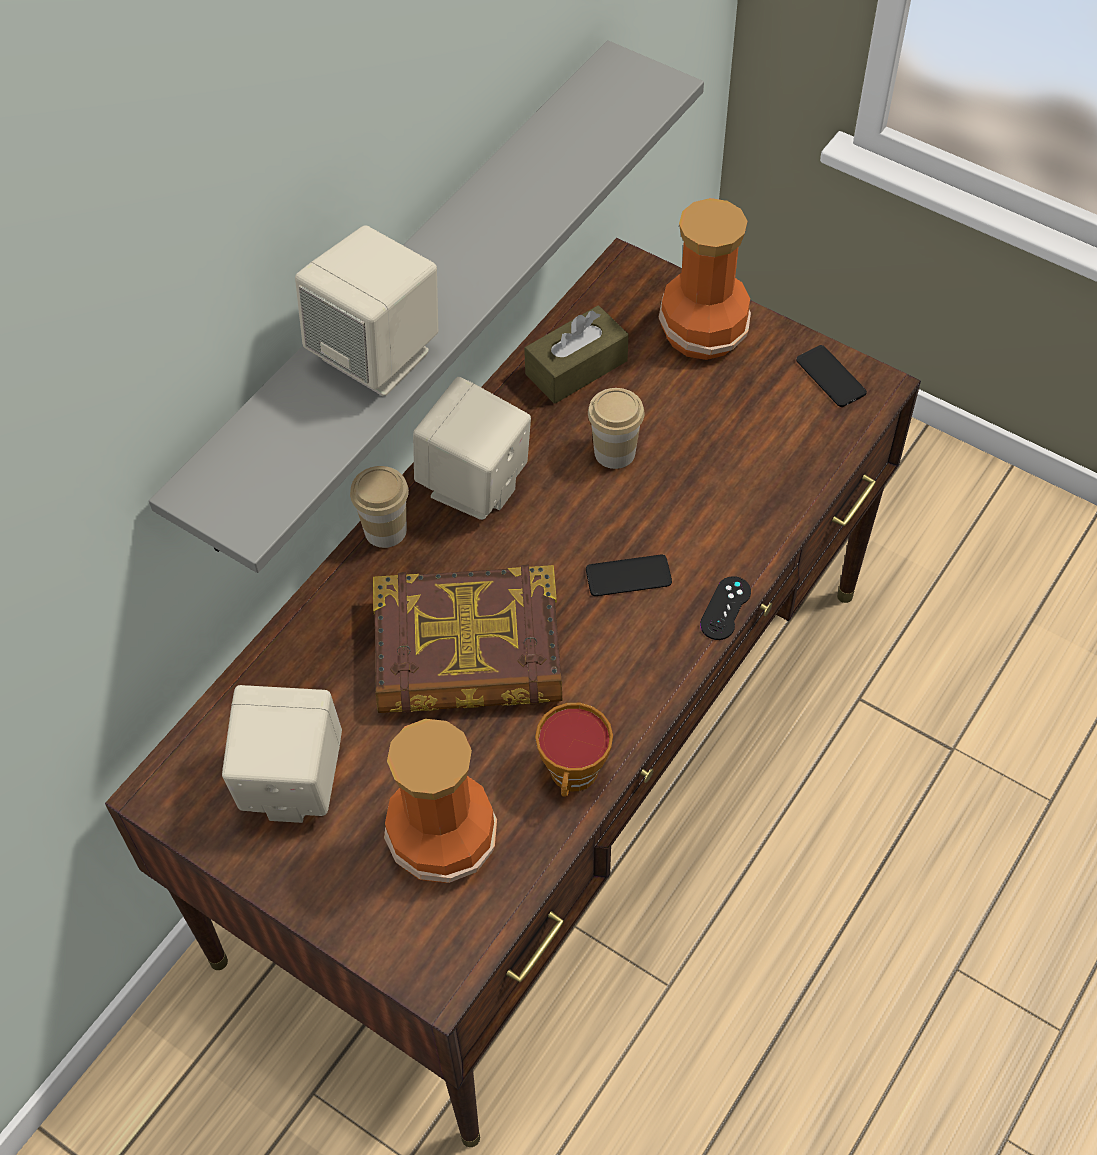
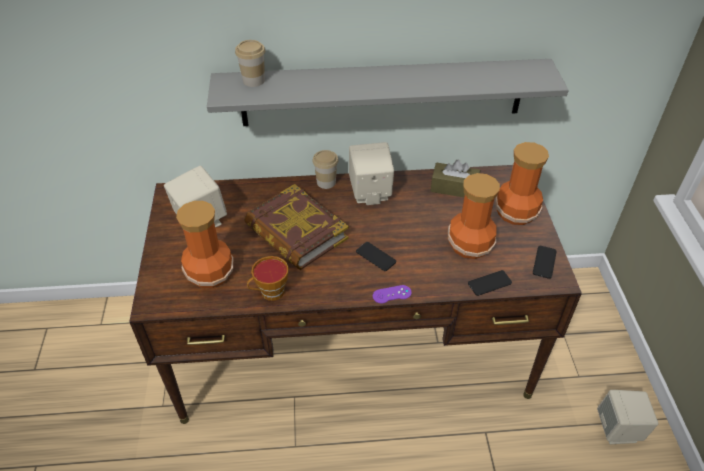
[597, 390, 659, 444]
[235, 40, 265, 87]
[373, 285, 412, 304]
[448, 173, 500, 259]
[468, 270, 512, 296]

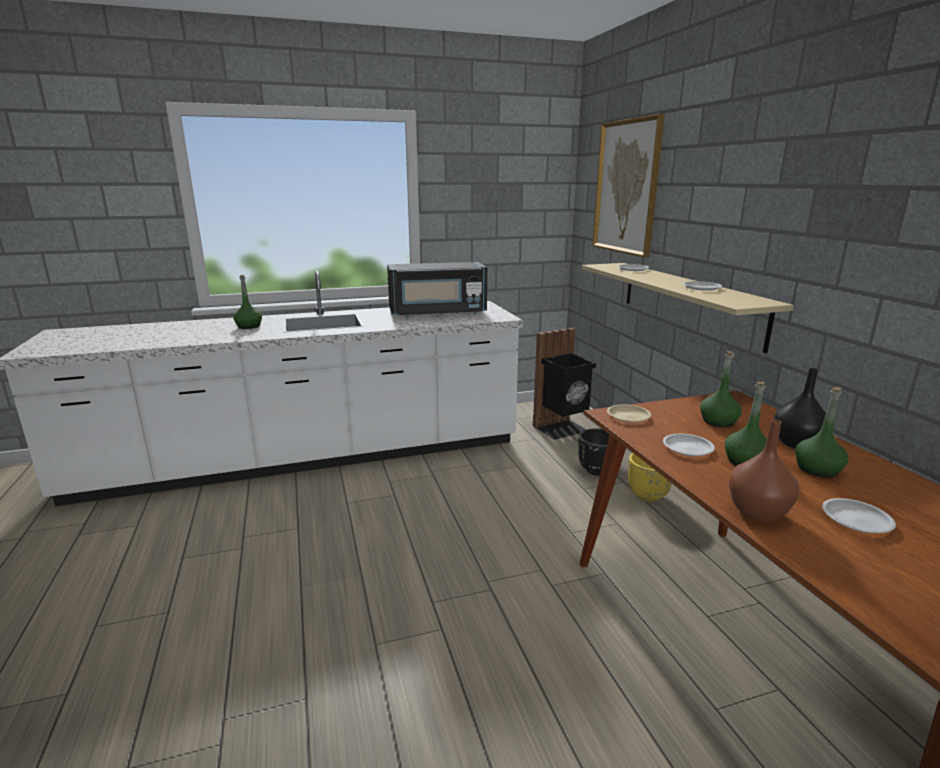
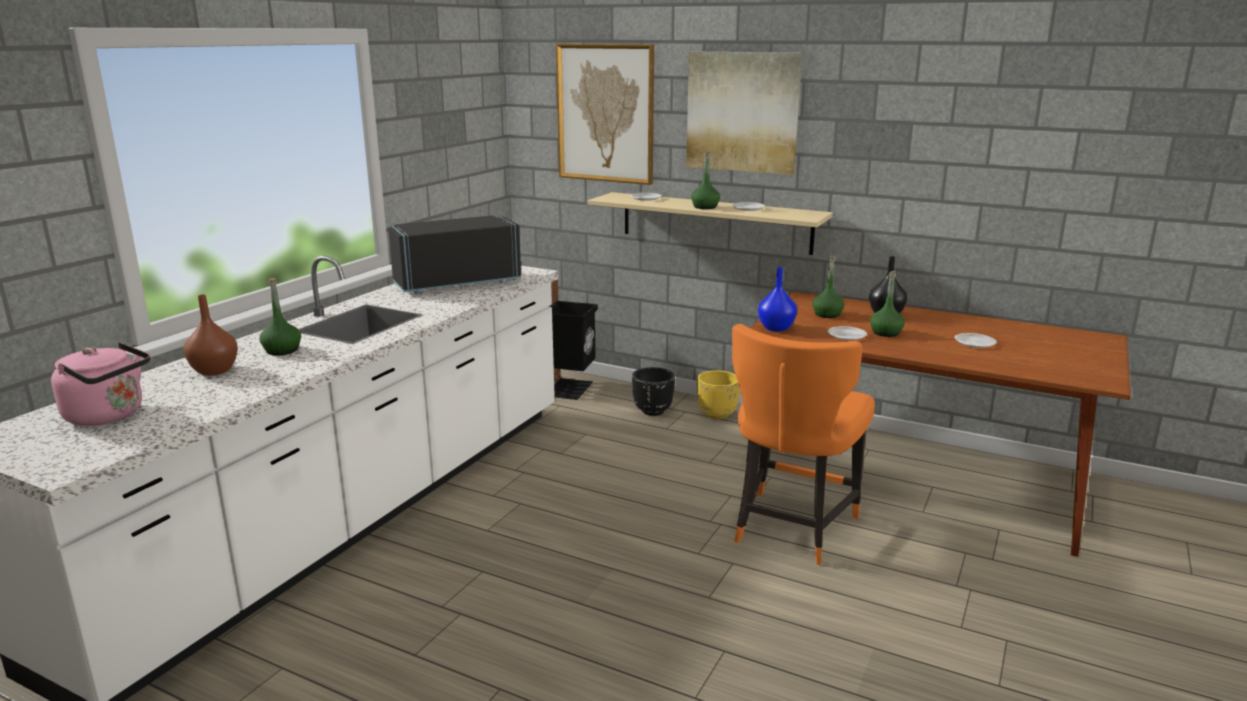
[388, 215, 521, 294]
[758, 267, 797, 332]
[184, 294, 238, 376]
[691, 151, 720, 209]
[51, 342, 150, 426]
[686, 51, 802, 175]
[732, 324, 875, 565]

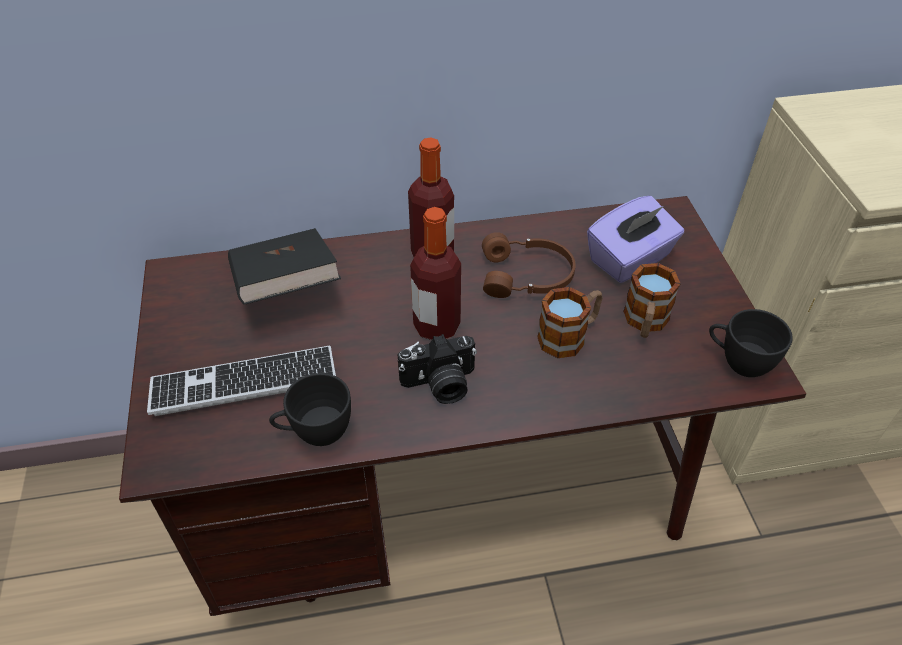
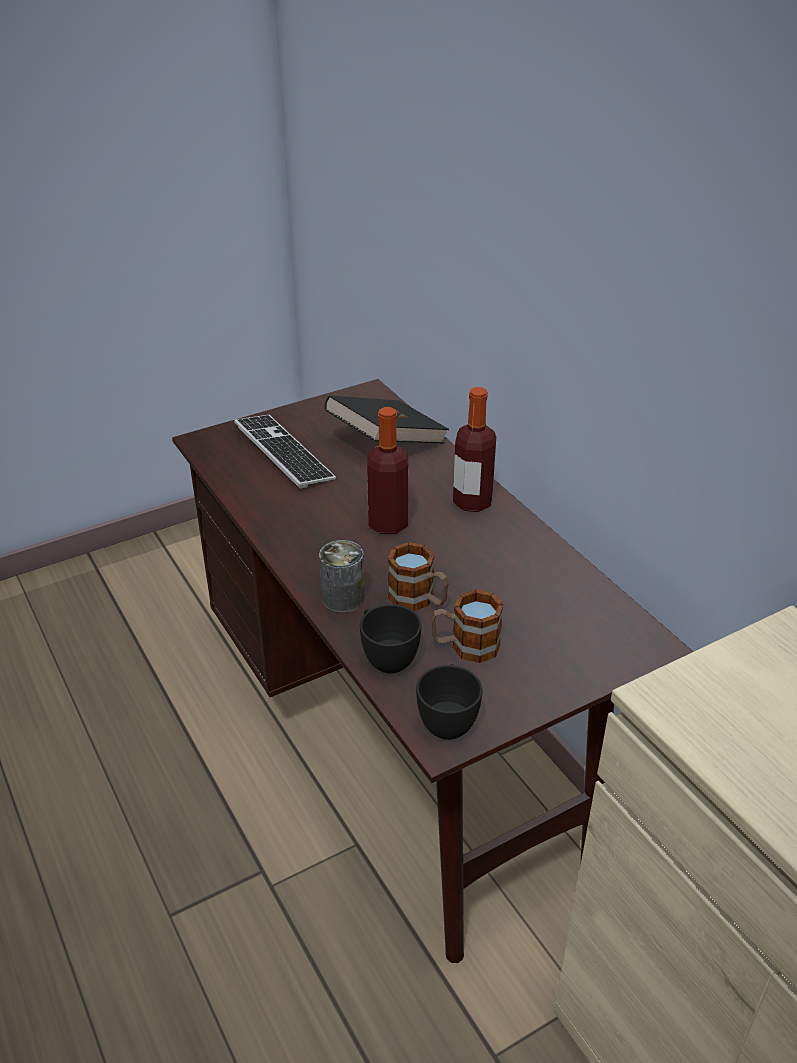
[360, 604, 421, 673]
[398, 334, 477, 404] (first image)
[482, 232, 576, 298] (first image)
[587, 196, 684, 283] (first image)
[319, 540, 365, 613]

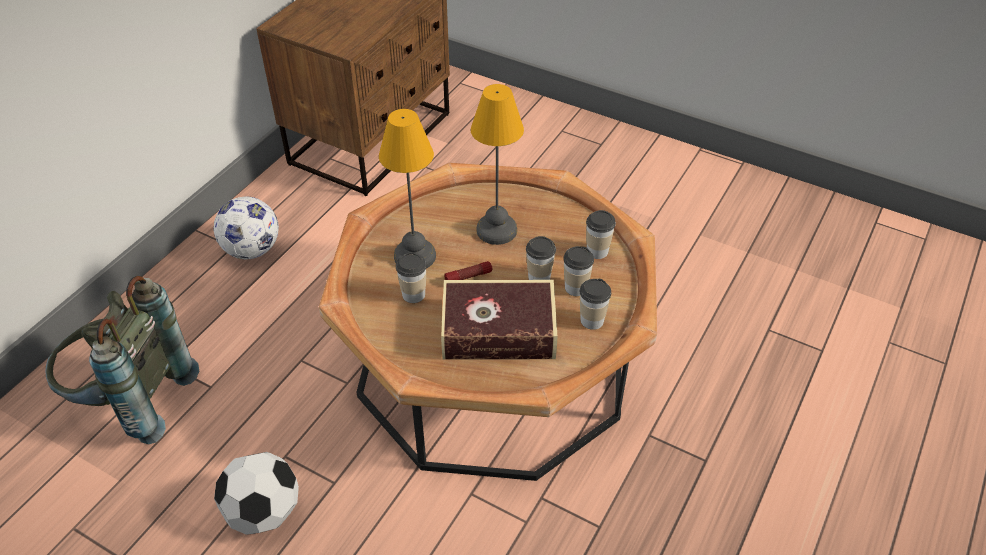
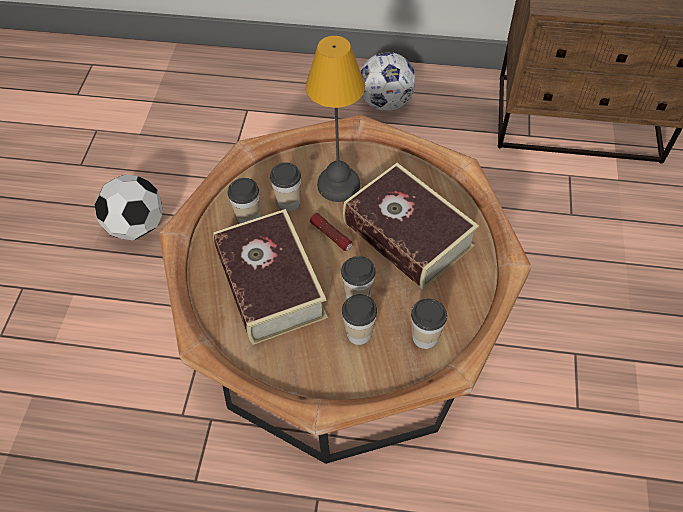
[46, 276, 199, 445] (first image)
[343, 163, 479, 290]
[227, 178, 260, 224]

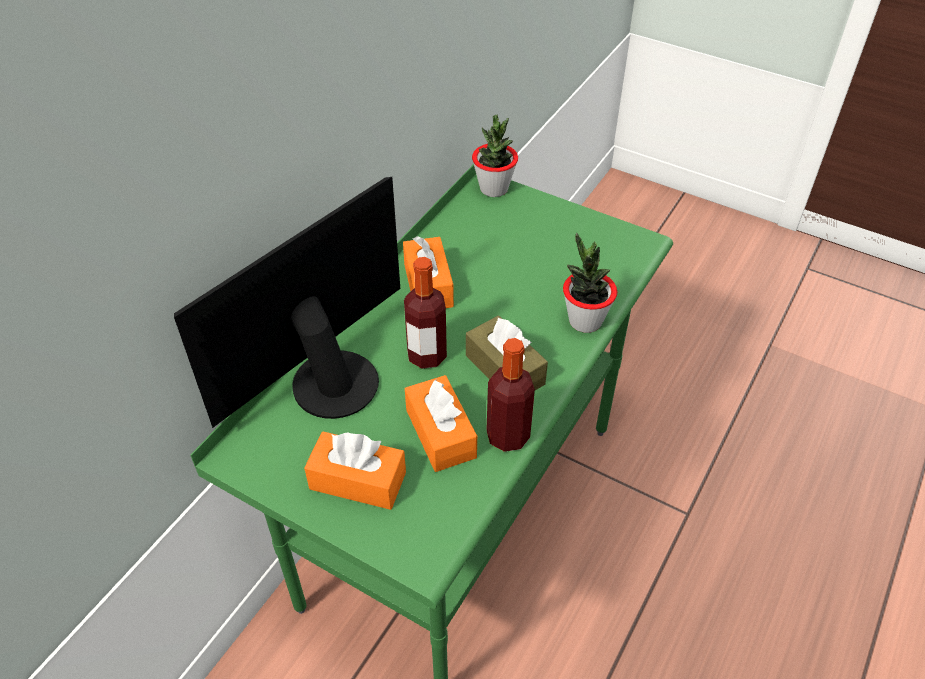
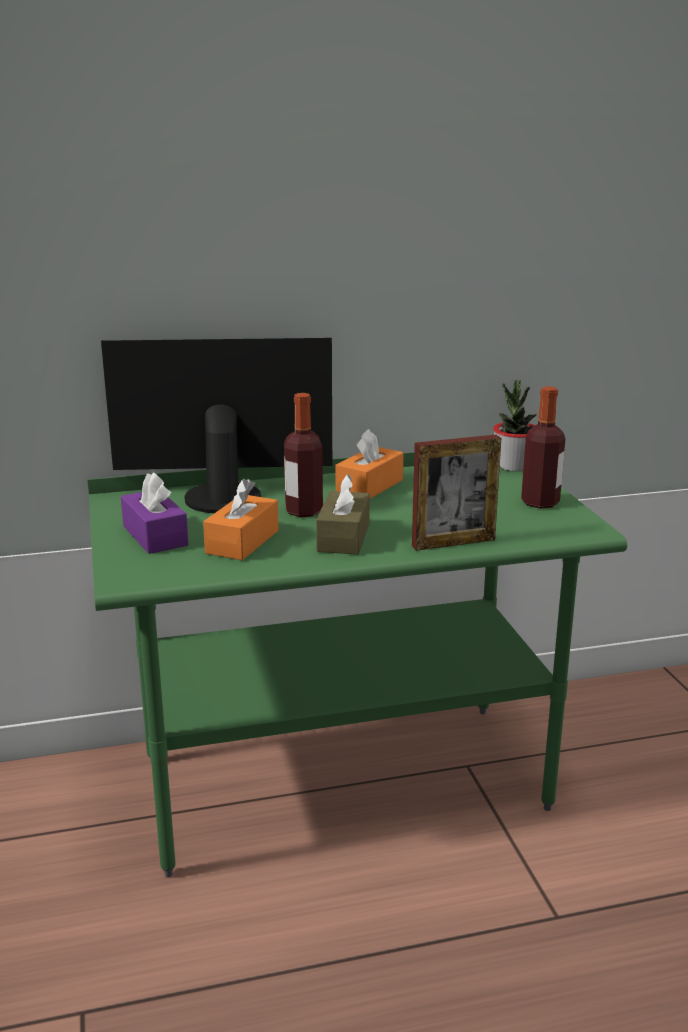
[121, 472, 189, 554]
[521, 386, 565, 508]
[412, 435, 501, 551]

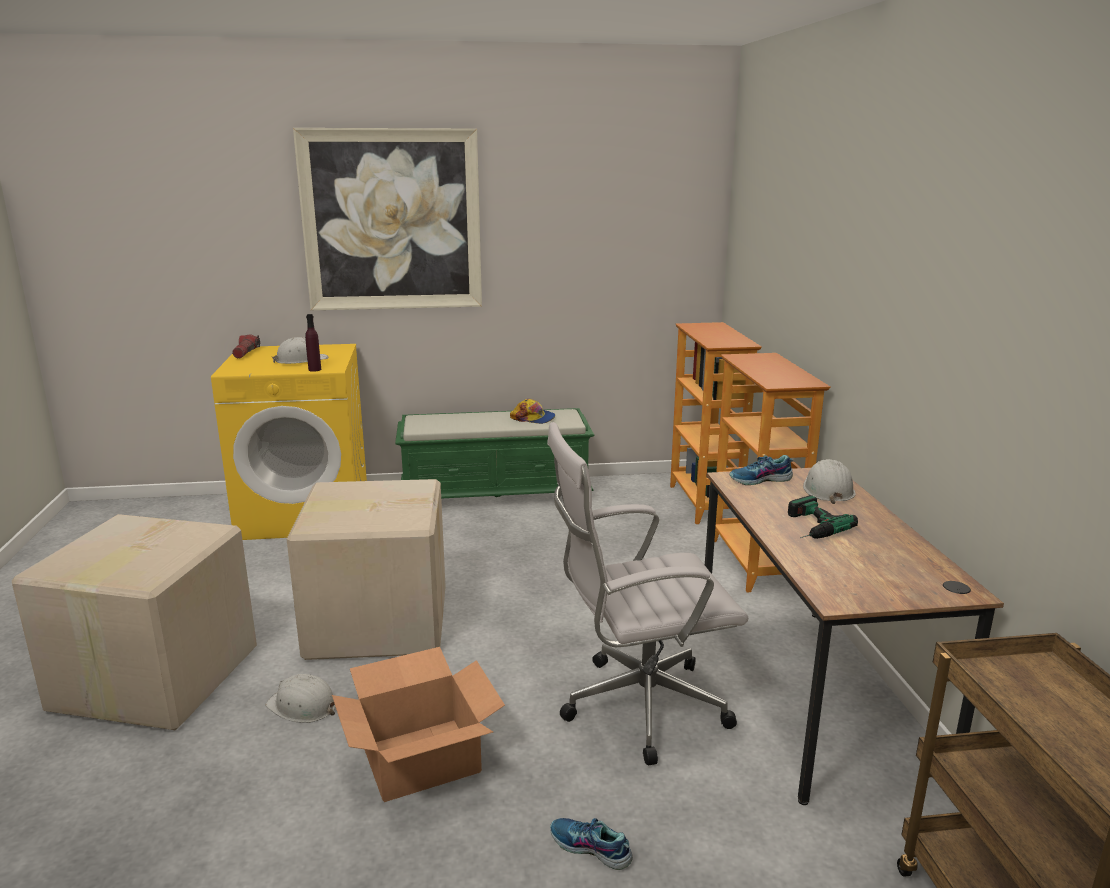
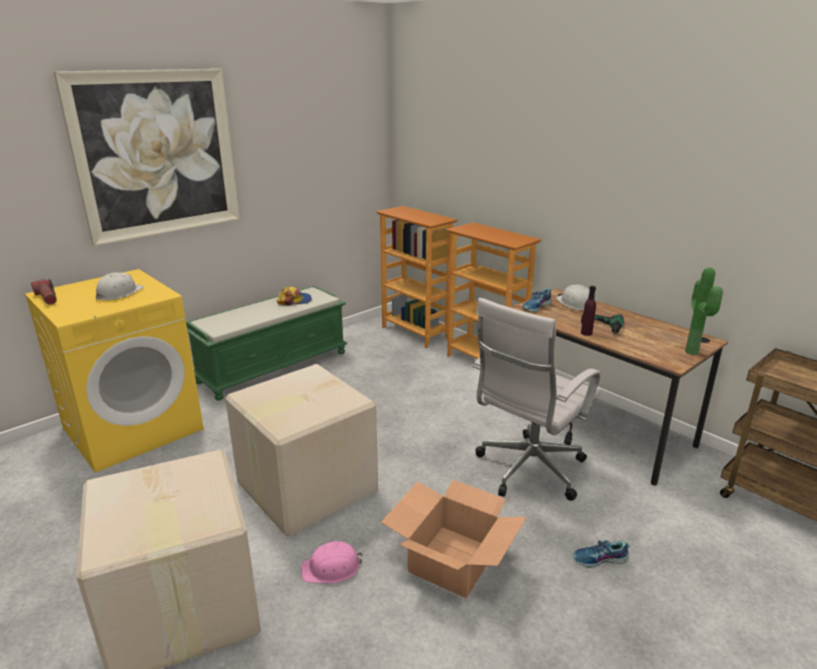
[301, 541, 362, 584]
[581, 286, 596, 336]
[685, 268, 723, 355]

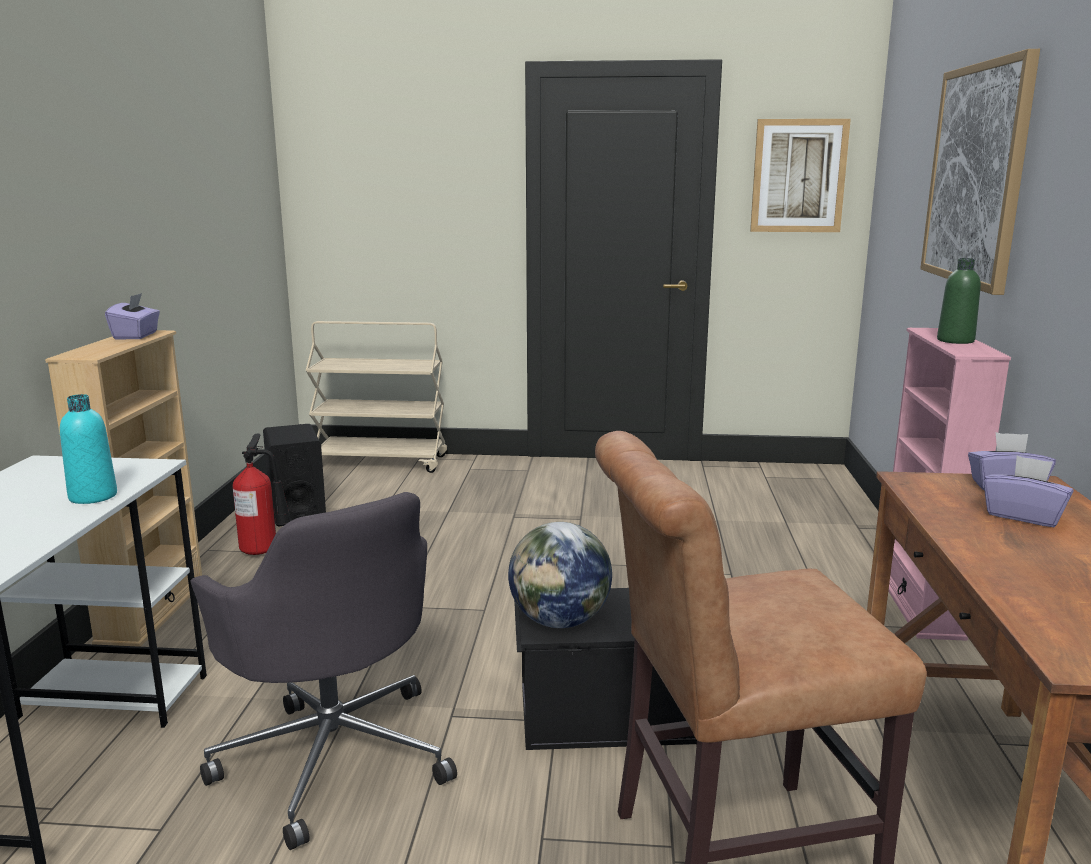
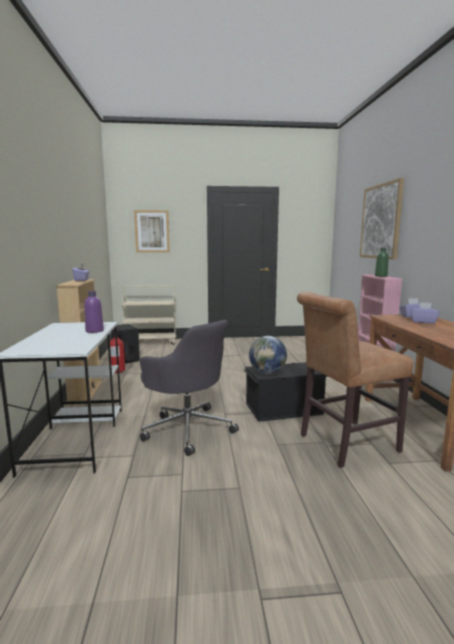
[84, 291, 104, 333]
[134, 210, 170, 252]

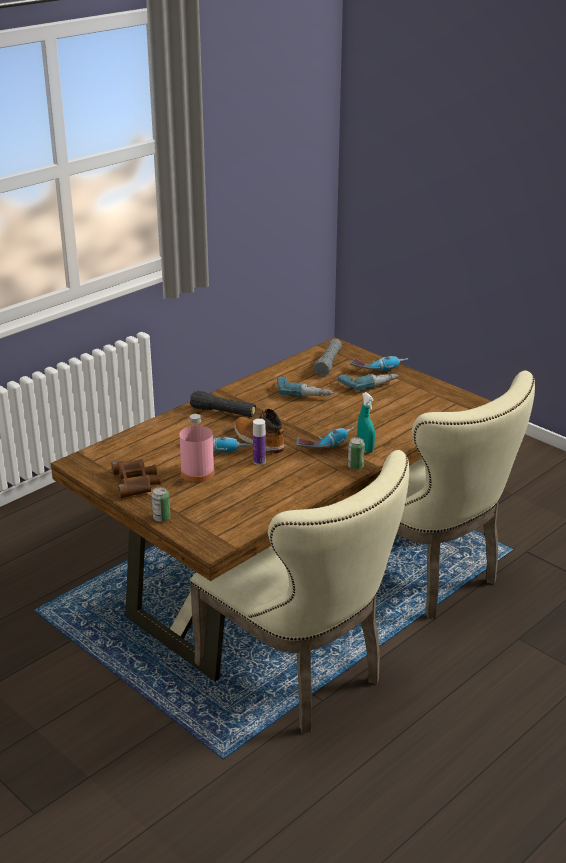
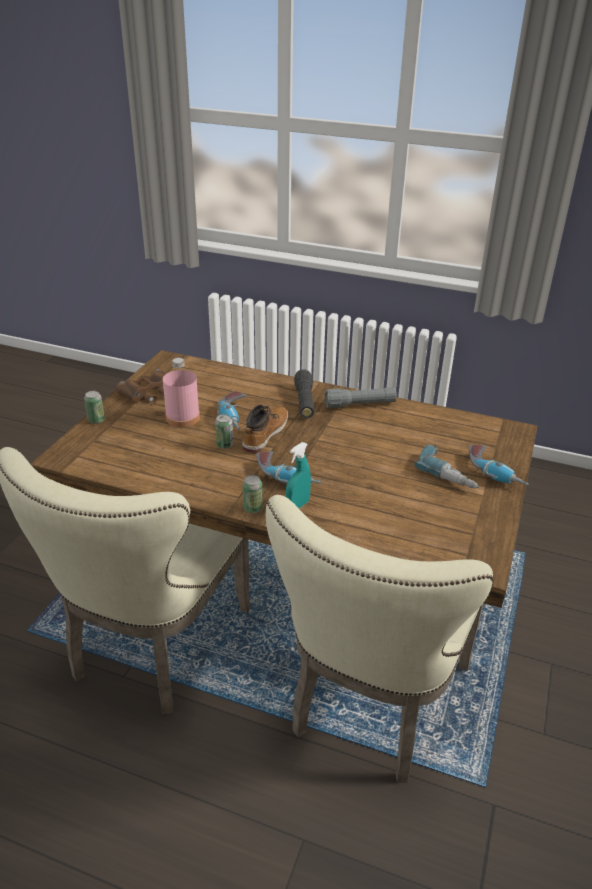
[215, 414, 233, 449]
[277, 376, 333, 397] (first image)
[325, 387, 397, 408]

